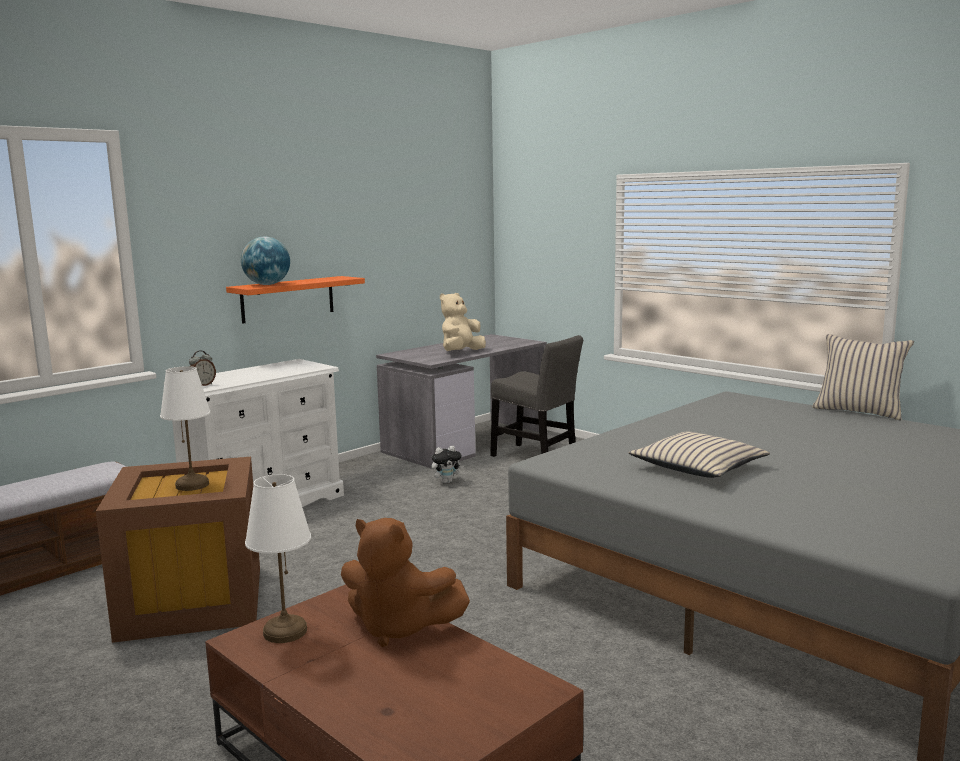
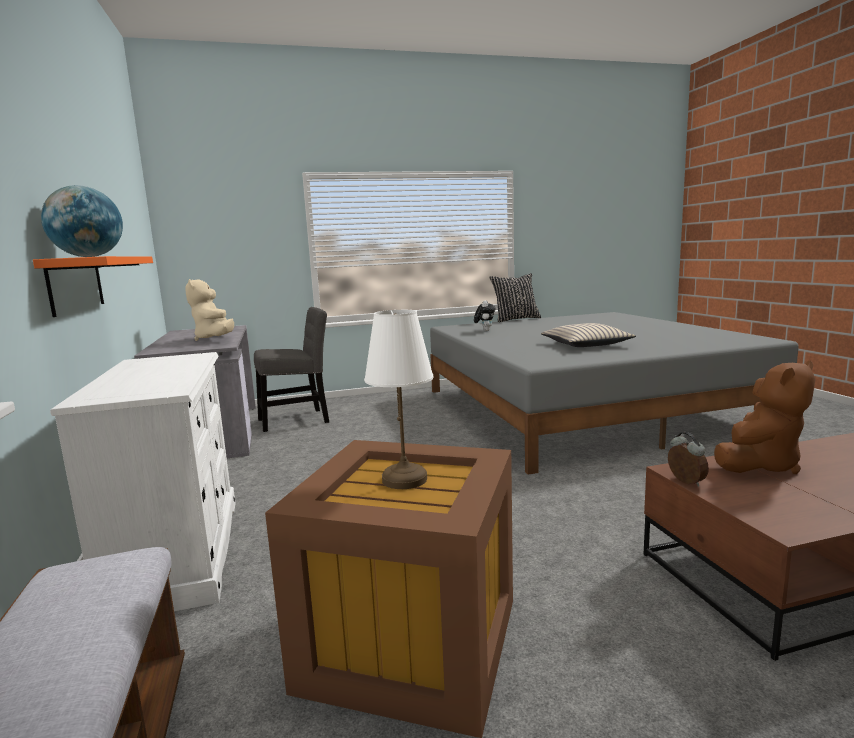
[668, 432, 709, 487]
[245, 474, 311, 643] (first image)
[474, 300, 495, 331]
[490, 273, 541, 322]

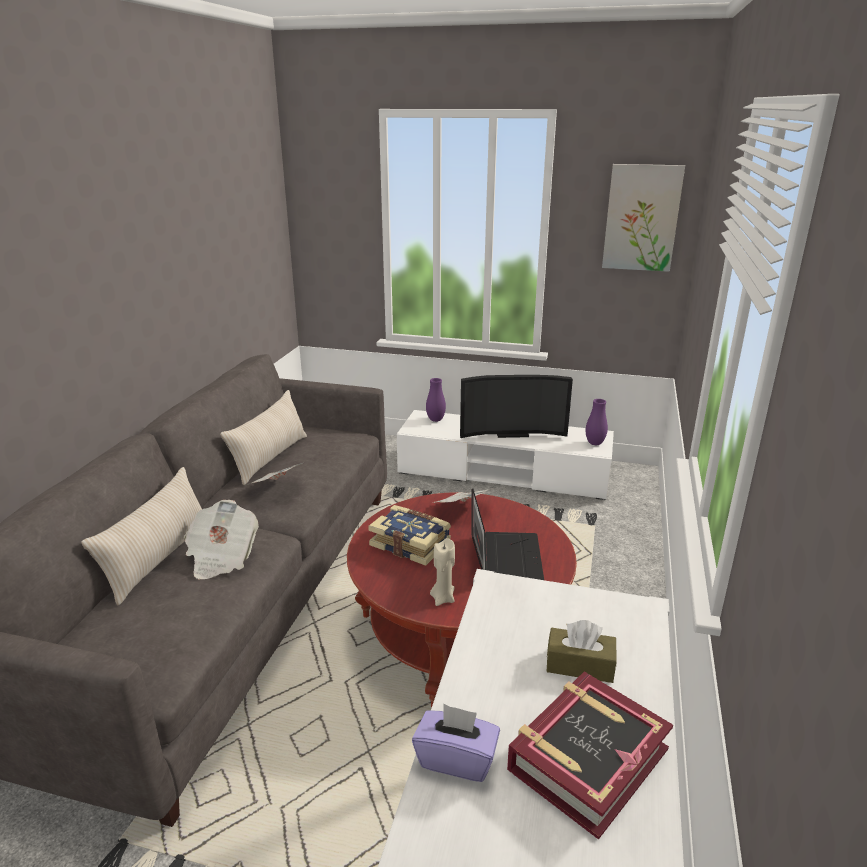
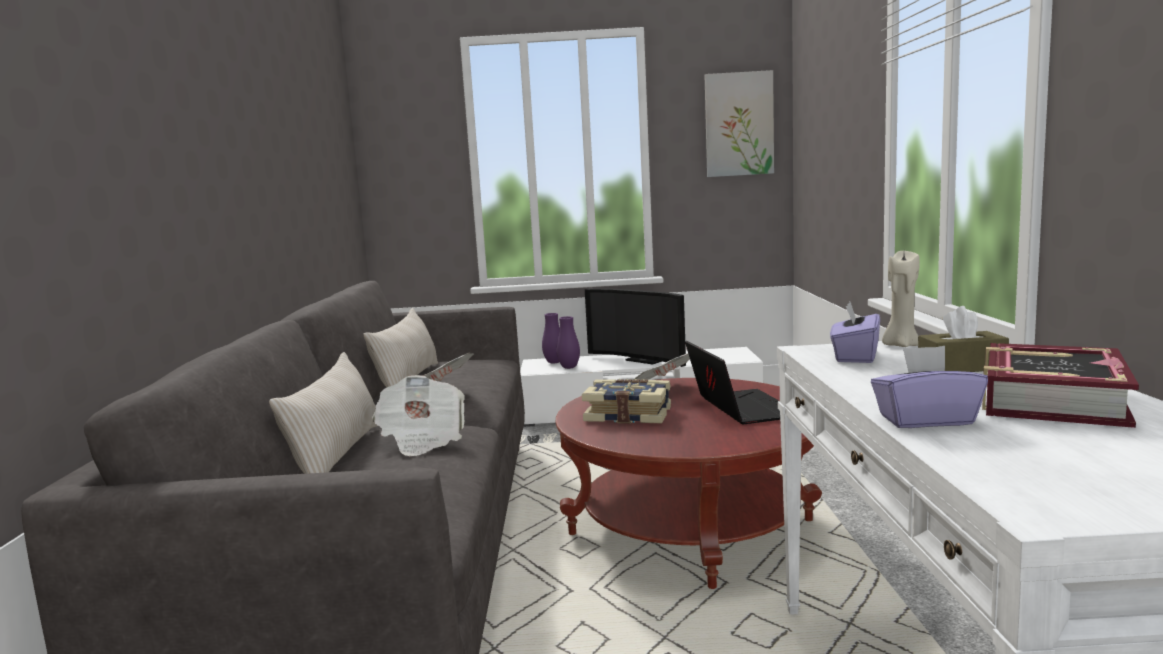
[882, 251, 920, 347]
[585, 289, 686, 367]
[556, 316, 580, 369]
[830, 302, 880, 363]

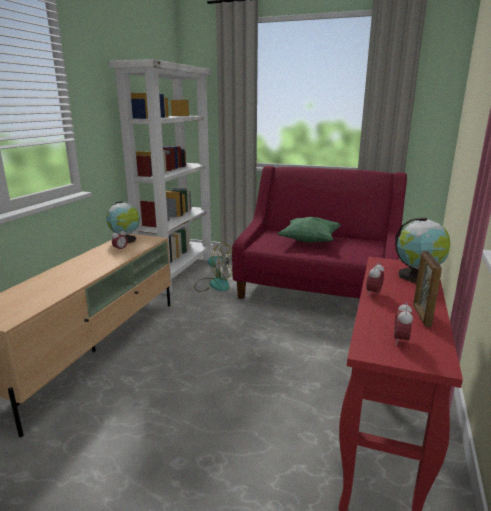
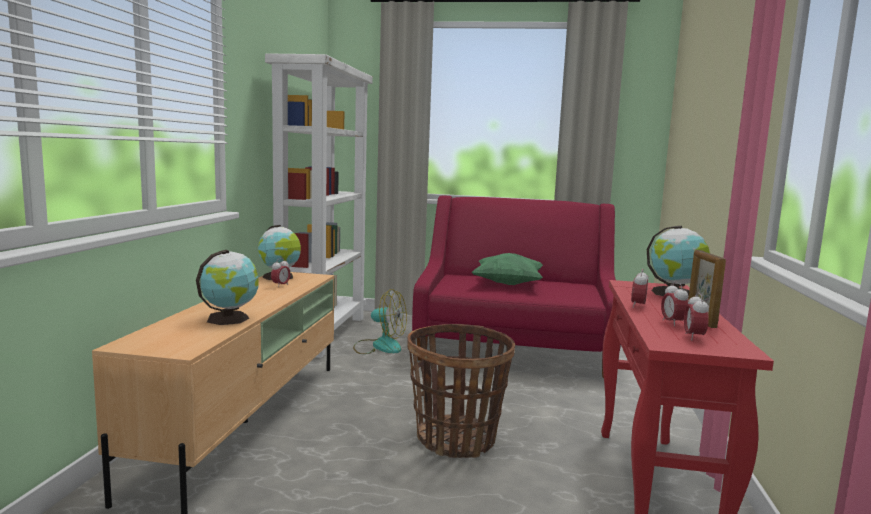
[196, 250, 259, 325]
[407, 324, 515, 458]
[661, 282, 688, 327]

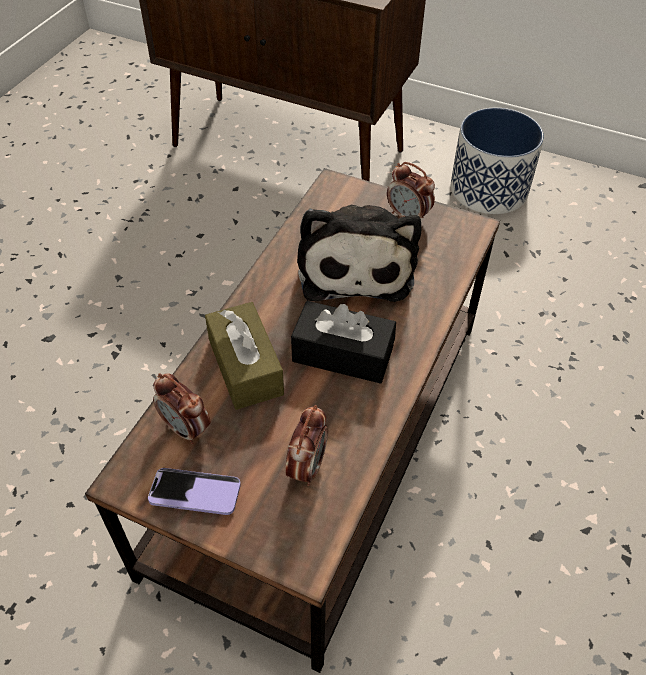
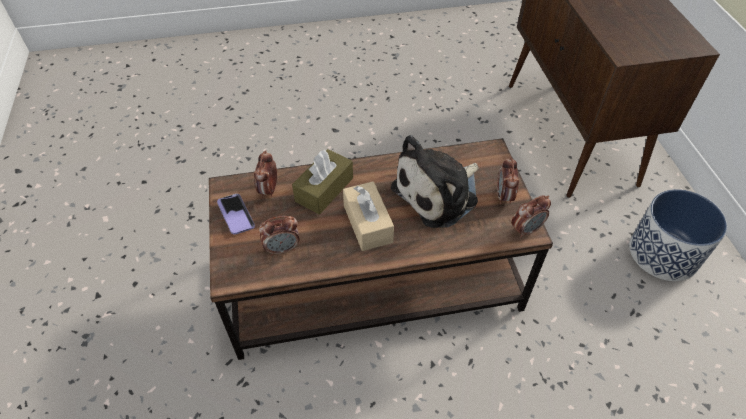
[343, 181, 394, 251]
[511, 195, 551, 238]

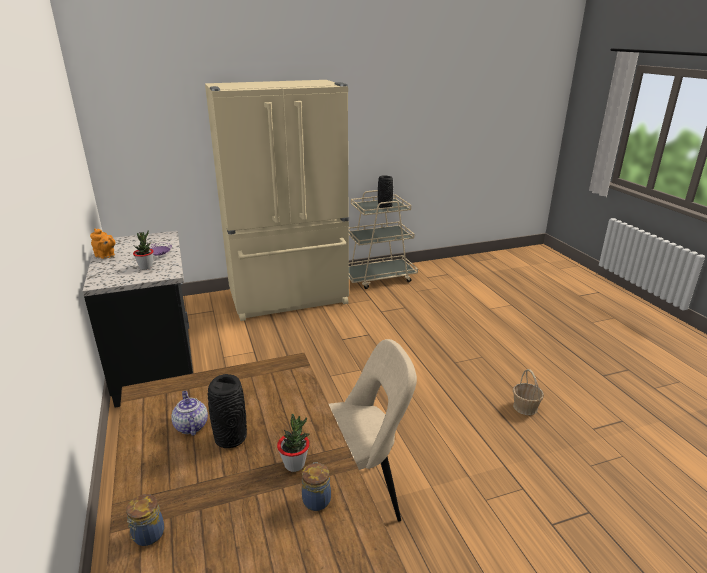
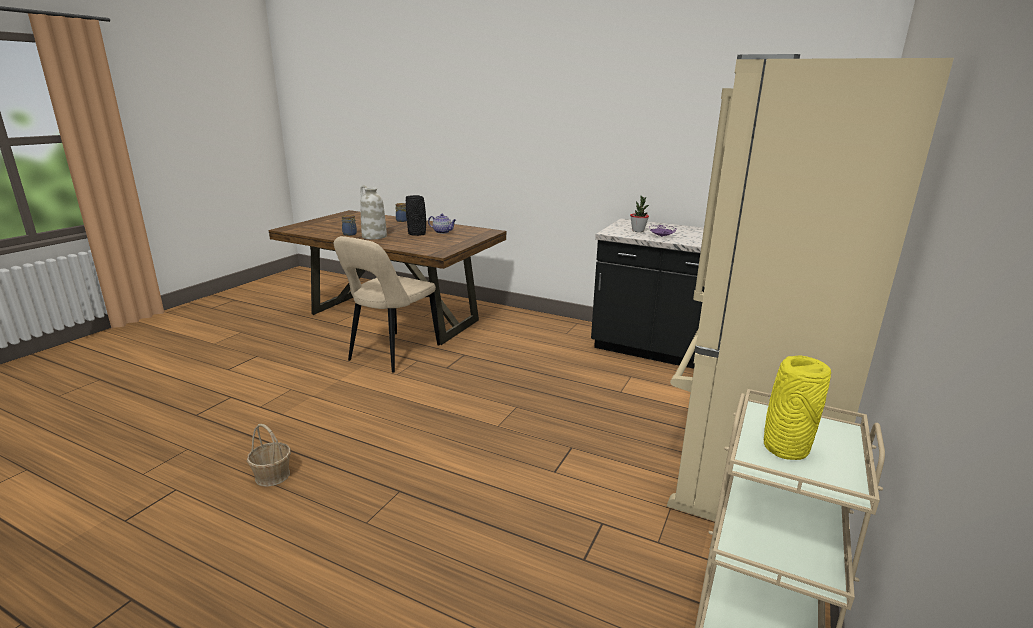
[90, 229, 115, 259] (first image)
[360, 185, 387, 239]
[764, 355, 831, 460]

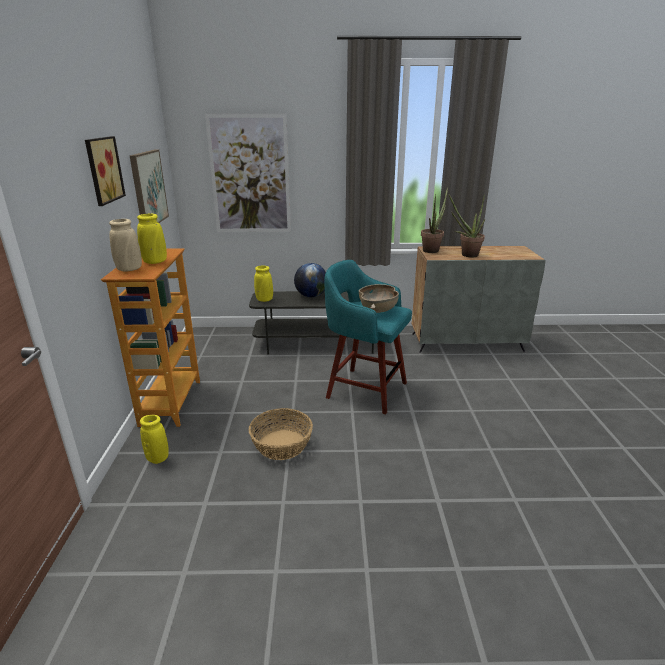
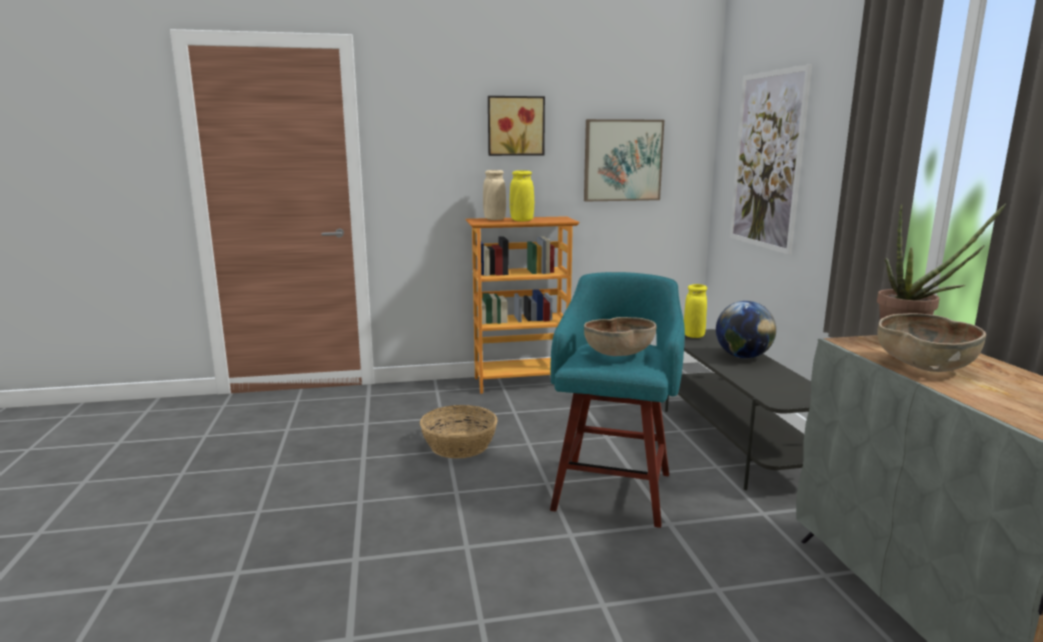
[140, 415, 169, 464] (first image)
[877, 313, 986, 372]

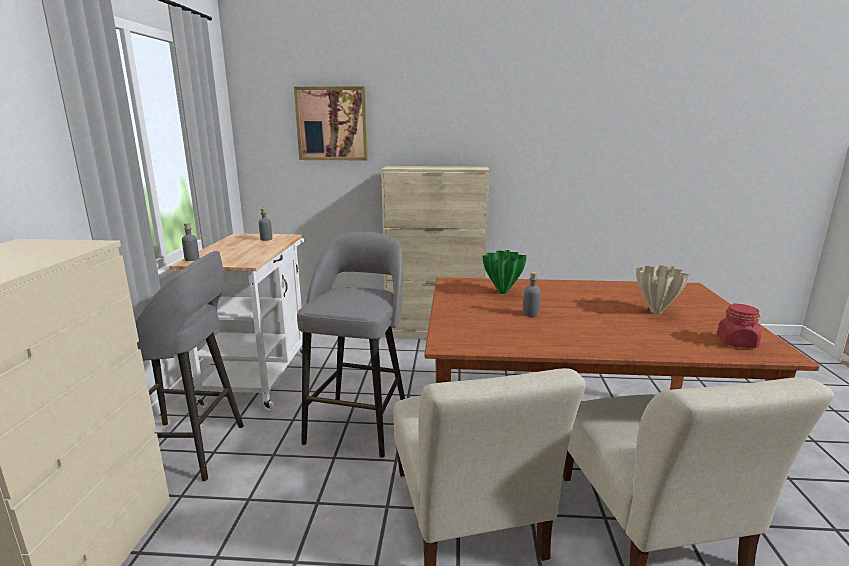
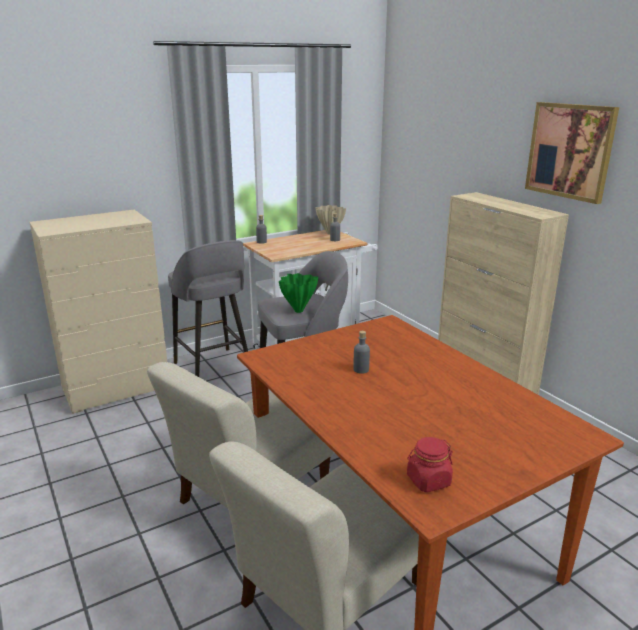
[525, 102, 619, 204]
[279, 273, 318, 313]
[315, 205, 346, 235]

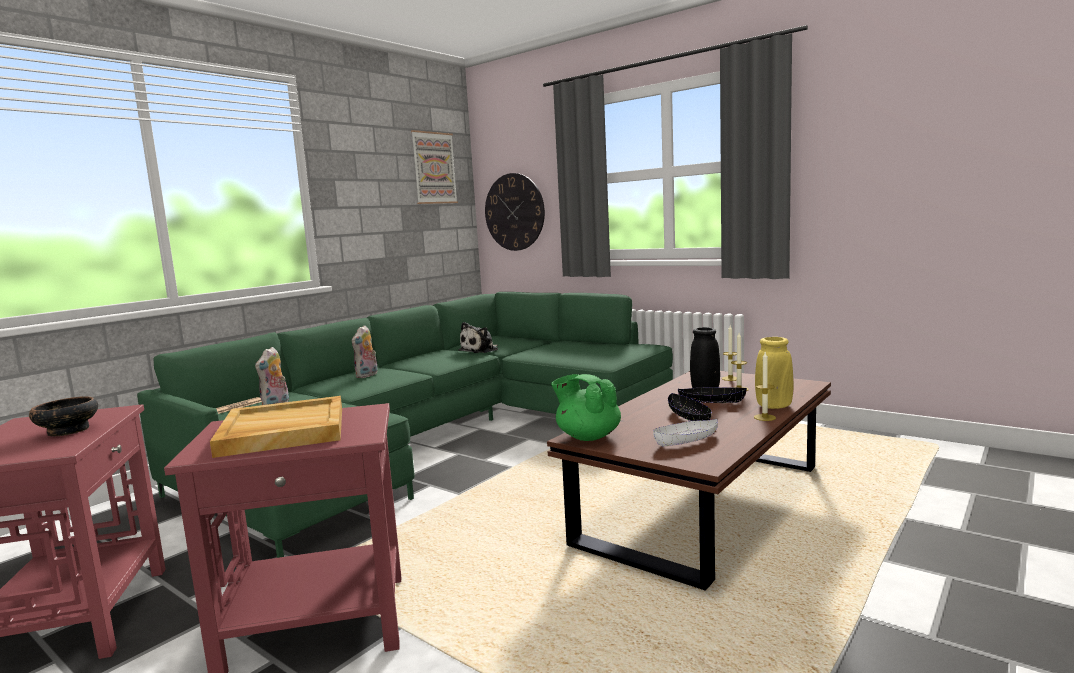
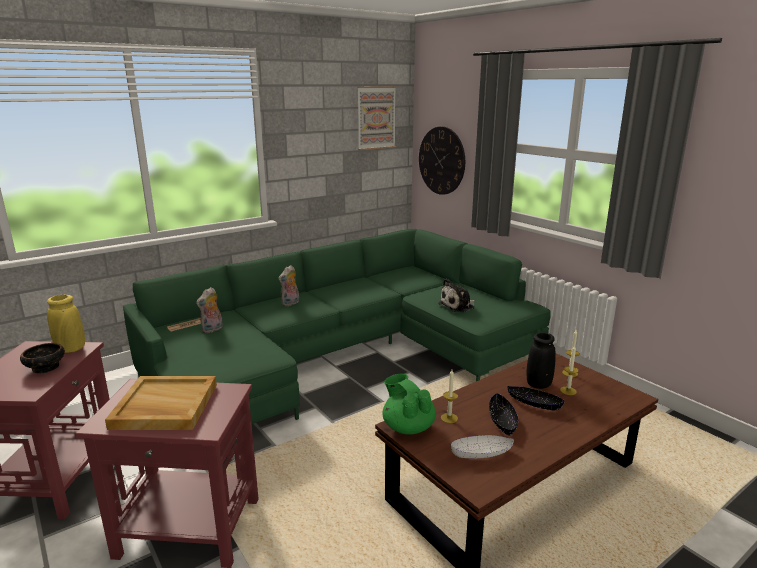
[438, 279, 475, 312]
[441, 370, 458, 423]
[47, 295, 85, 353]

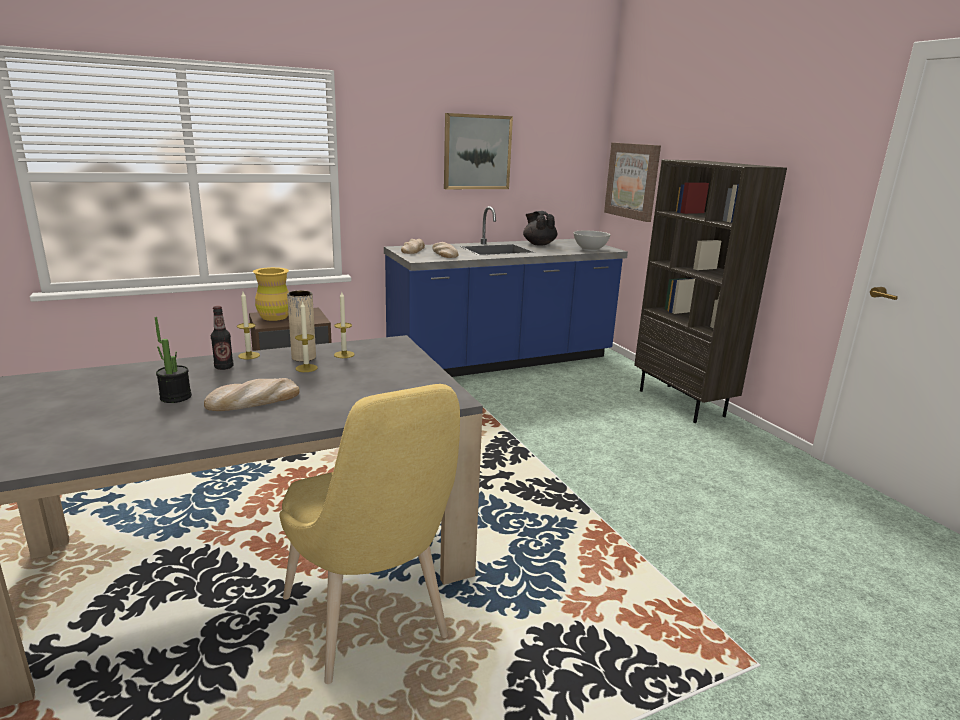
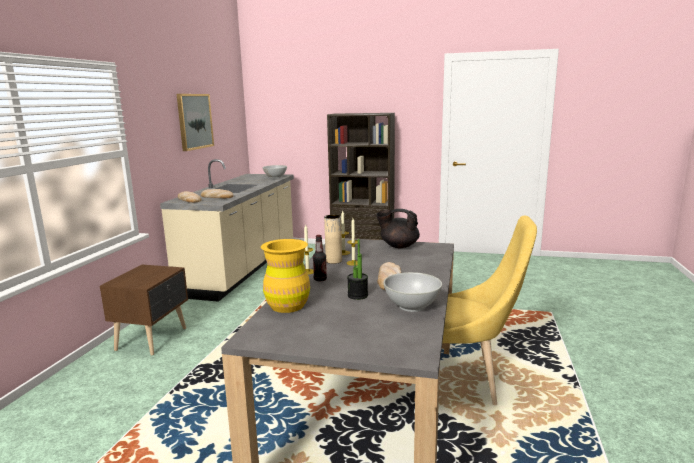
[261, 239, 310, 313]
[160, 159, 294, 302]
[376, 209, 420, 248]
[604, 143, 661, 222] (first image)
[383, 272, 442, 312]

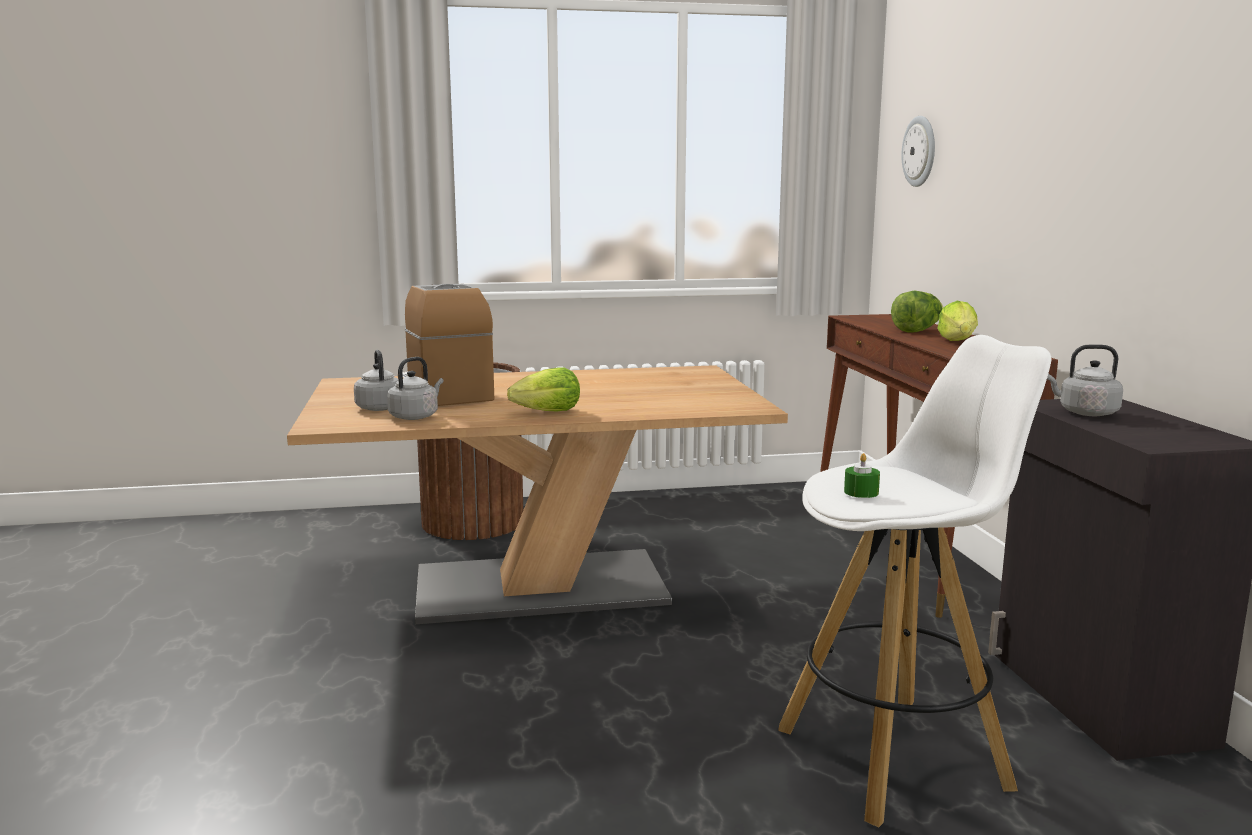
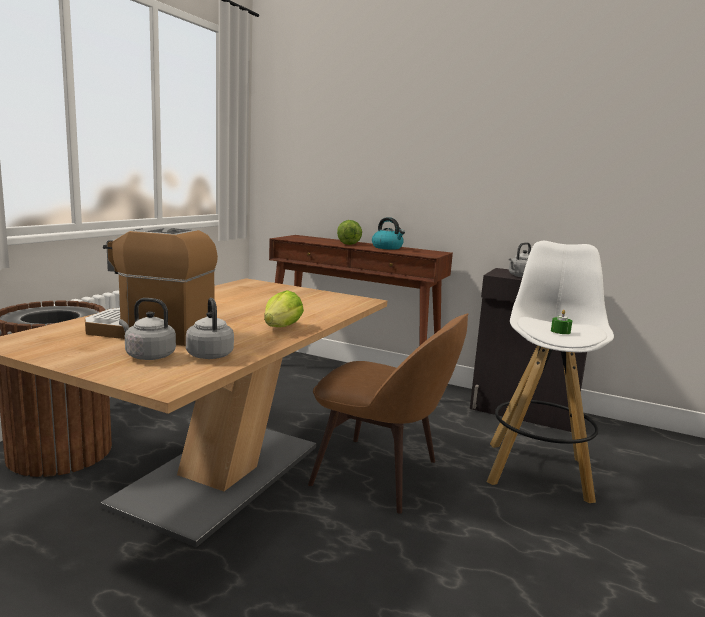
[901, 116, 935, 187] (first image)
[372, 217, 405, 250]
[308, 313, 469, 514]

